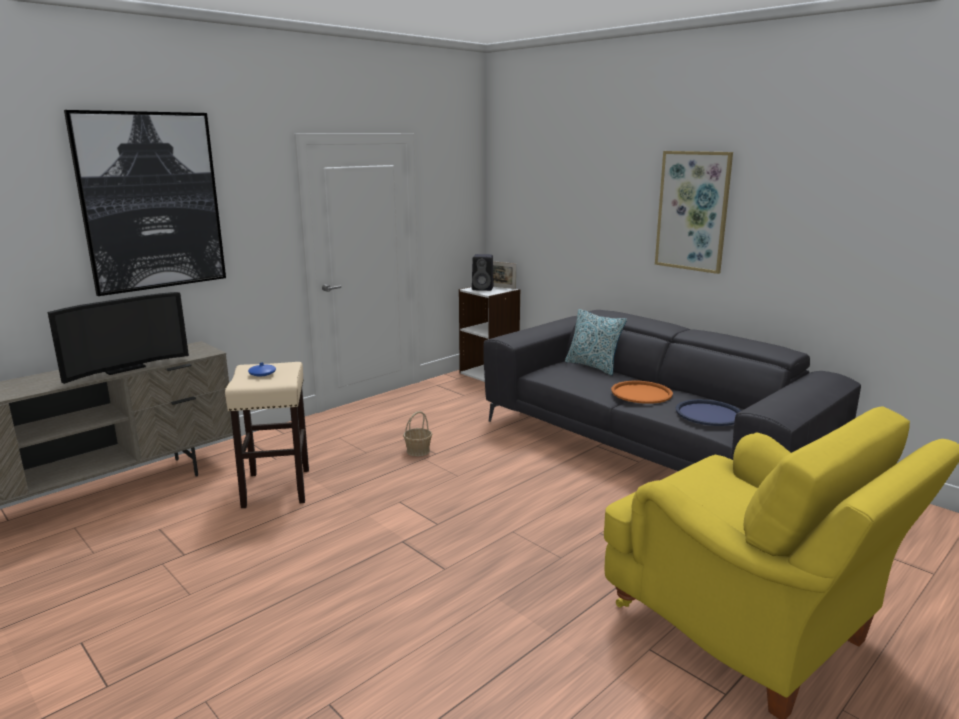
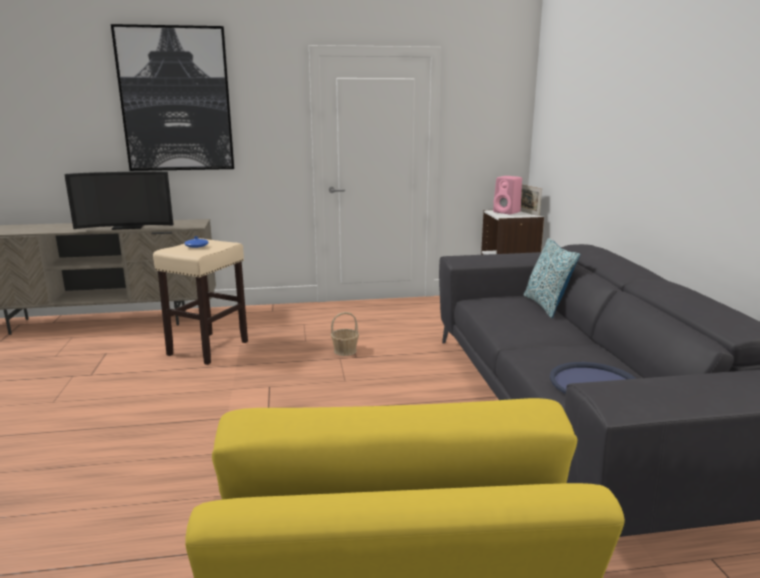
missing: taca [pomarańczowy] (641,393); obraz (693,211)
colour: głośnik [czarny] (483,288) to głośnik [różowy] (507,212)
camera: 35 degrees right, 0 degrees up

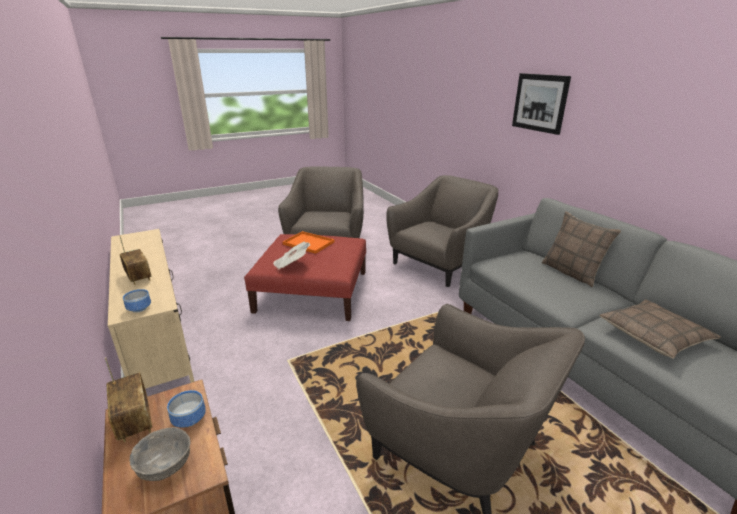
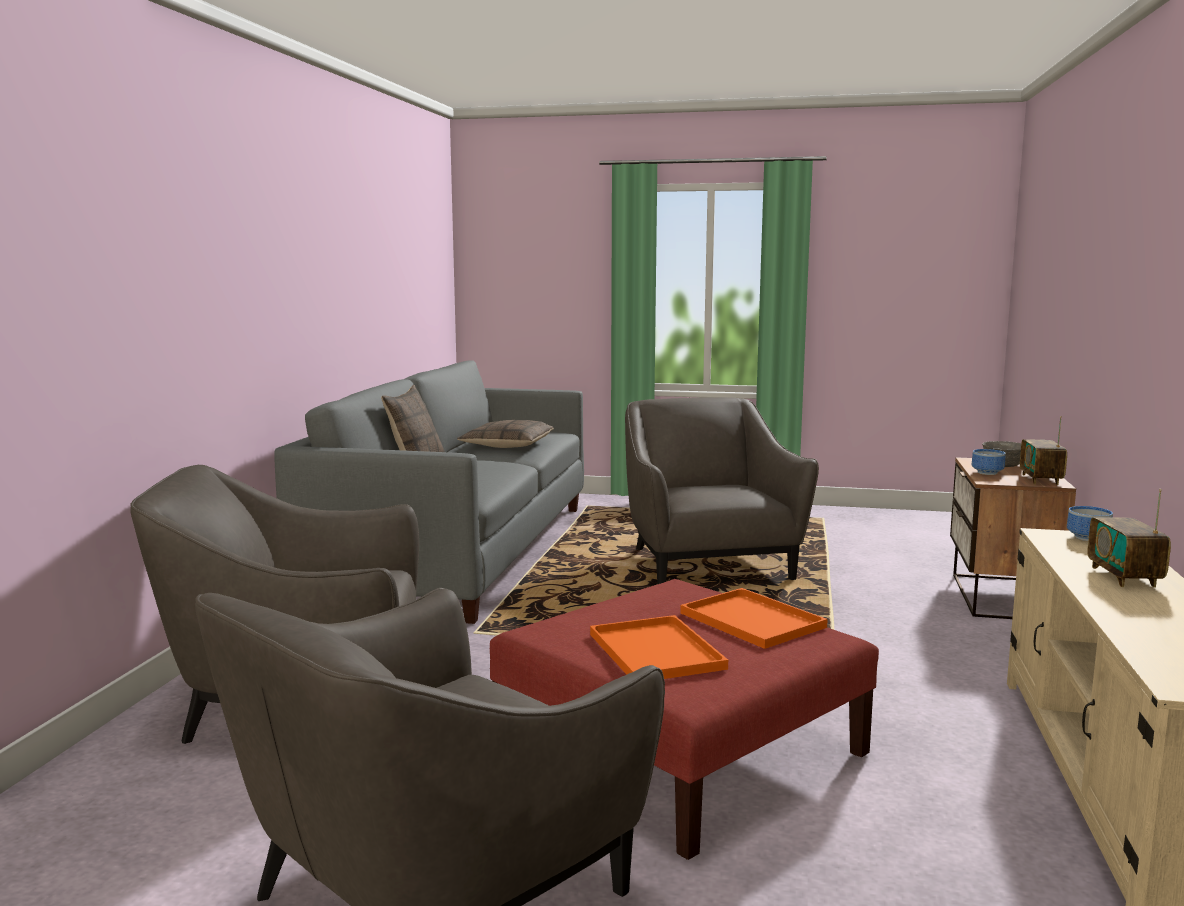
missing: obraz (539,103)
exchanged: gazeta (291,264) to taca [pomarańczowy] (755,620)
camera: 140 degrees left, 15 degrees down

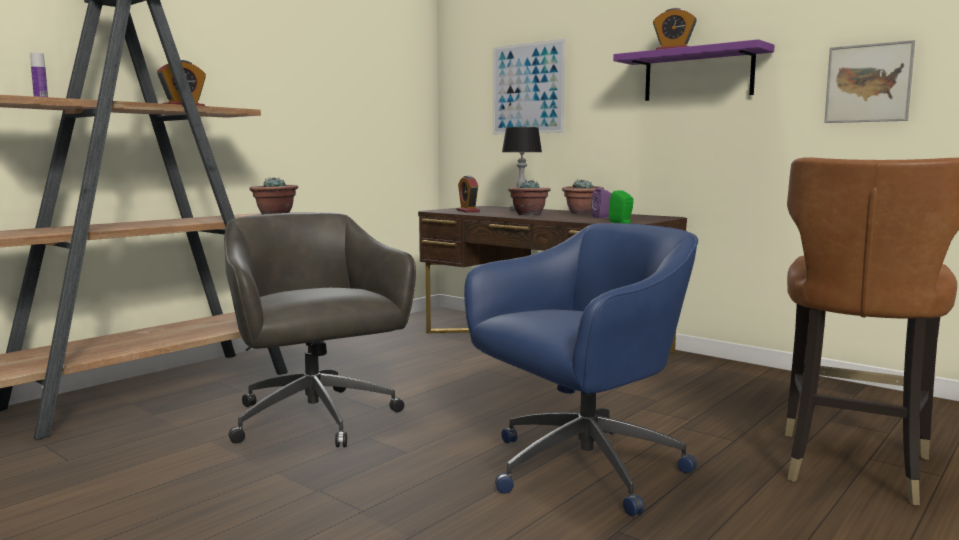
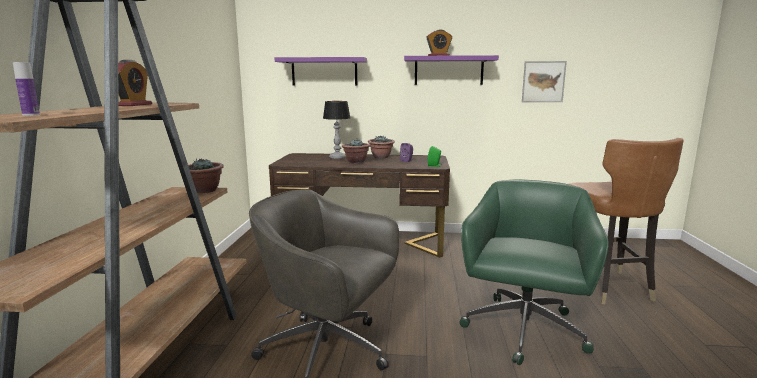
missing: budzik (468,211)
exchanged: obraz (528,88) to półka [fioletowy] (324,71)
colour: krzesło biurowe [niebieski] (580,469) to krzesło biurowe [zielony] (523,331)
camera: 35 degrees left, 5 degrees up

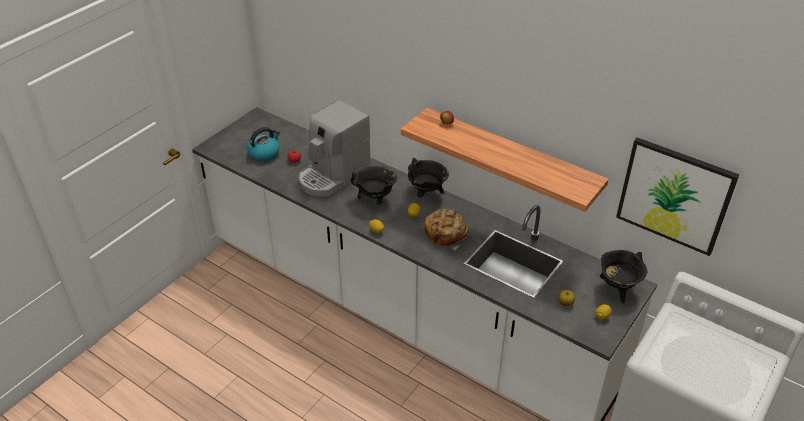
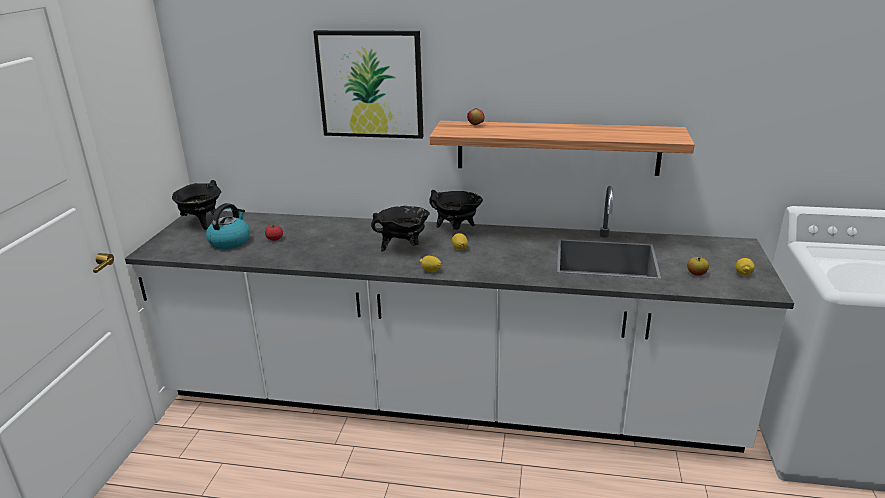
missing: ekspres do kawy (333,175); chleb (446,233)
relocated: garnek [czarny] (617,289) to (202,223); obraz (674,195) to (370,84)
camera: 25 degrees left, 15 degrees down

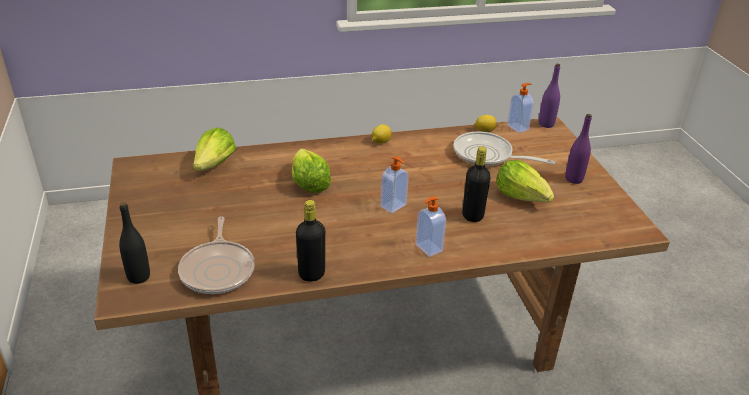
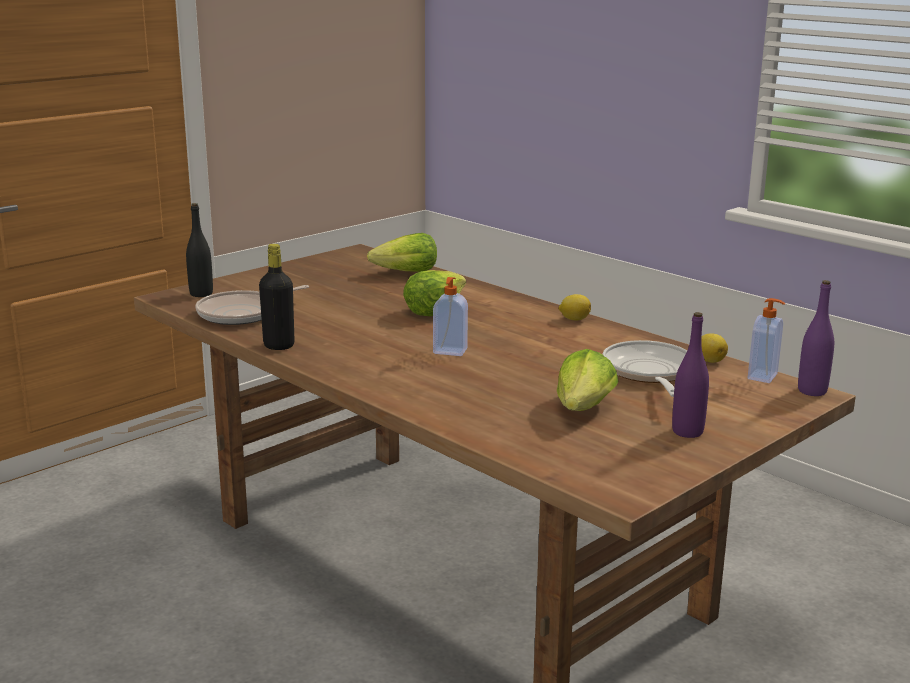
missing: dozownik mydła (428,248); butelka [czarny] (472,216)
camera: 60 degrees right, 15 degrees down

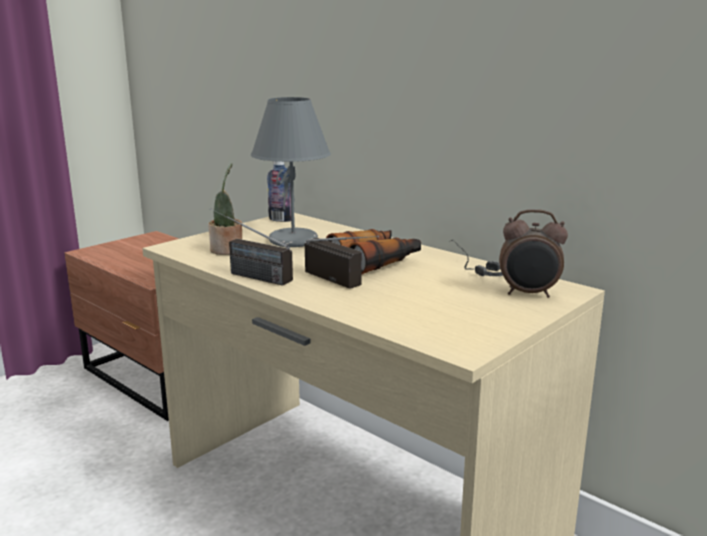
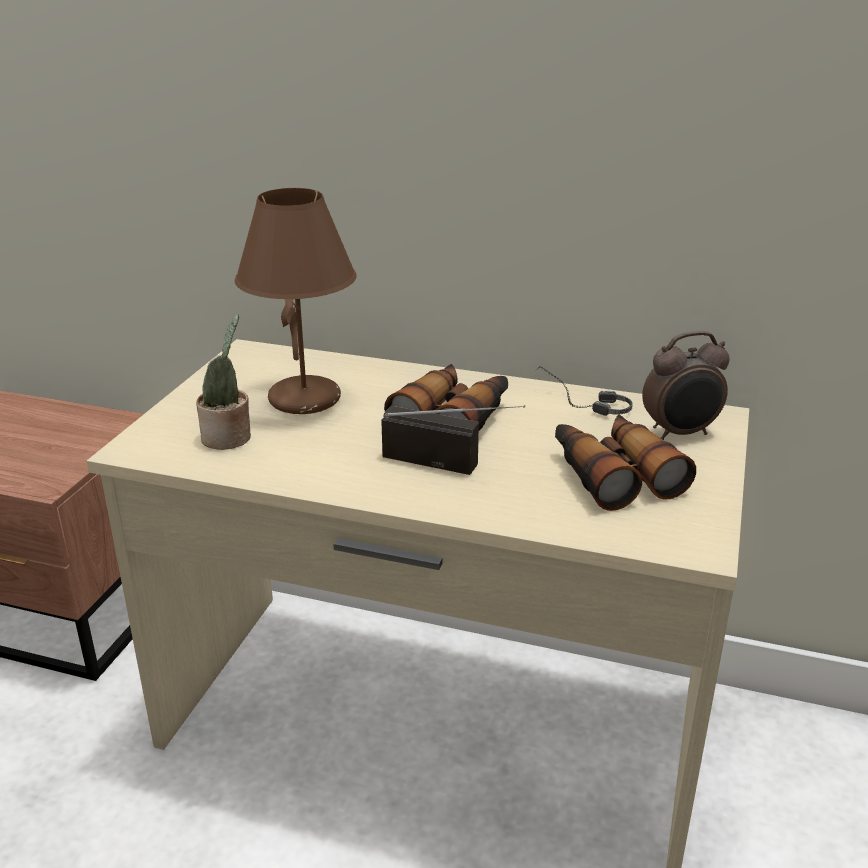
missing: radio (246,274); butelka (281,219)
appeared: lornetka (613,474)
colour: lampa stołowa [szary] (293,241) to lampa stołowa [brązowy] (306,399)
camera: 25 degrees left, 10 degrees up

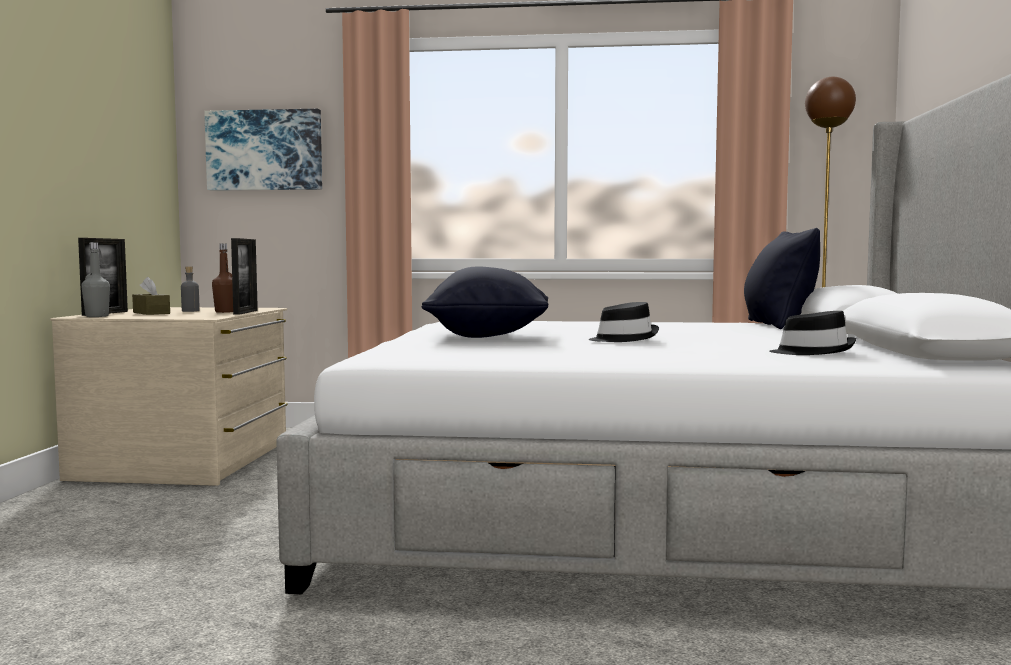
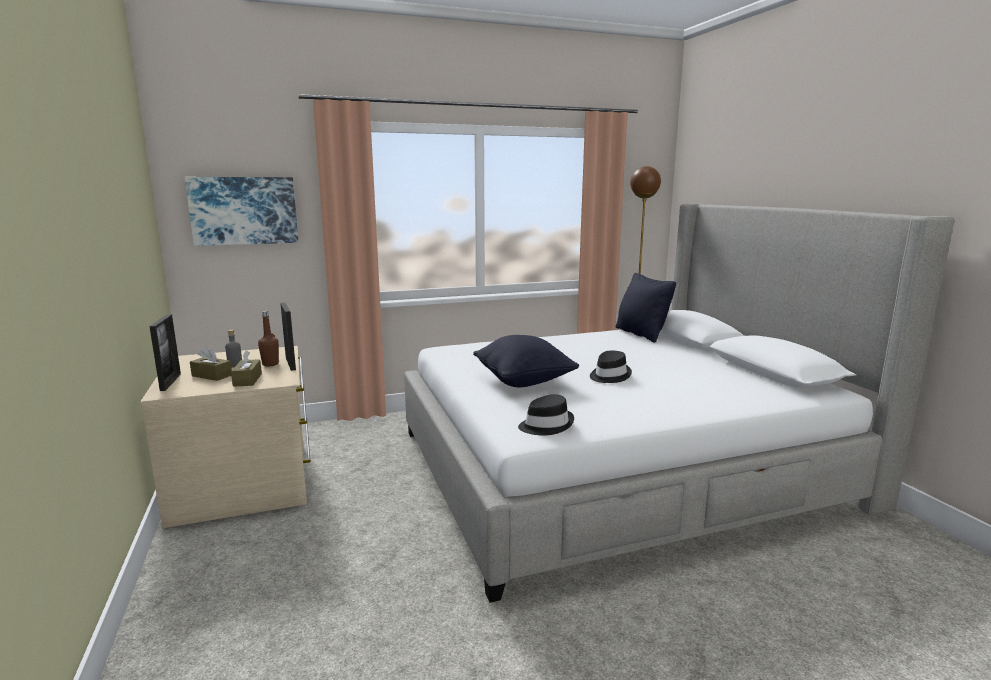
missing: butelka [szary] (97,316)
appeared: pudełko chusteczek [brązowy] (247,380)
relocated: kapelusz [czarny] (812,352) to (546,425)
camera: 25 degrees left, 10 degrees up

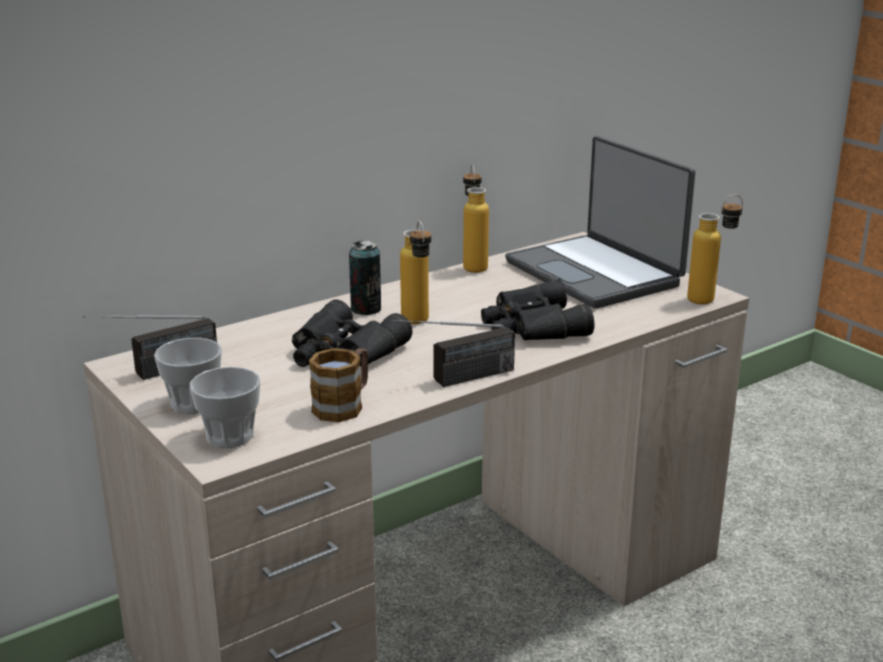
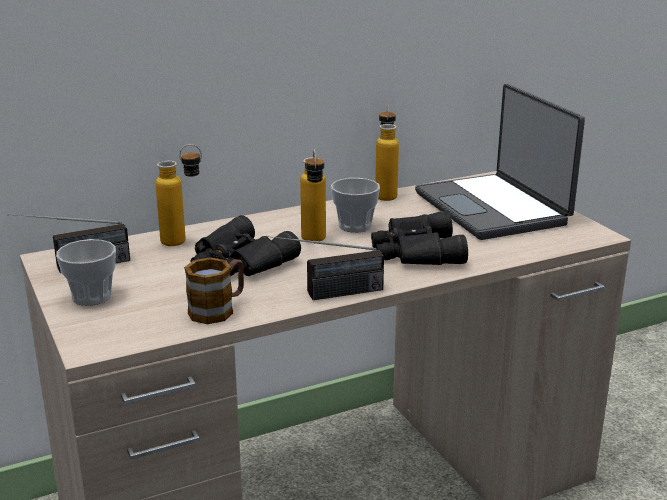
missing: puszka (366,309)
relocated: butelka (710,298) to (183,241); filiżanka (229,436) to (355,226)
camera: 10 degrees right, 0 degrees up

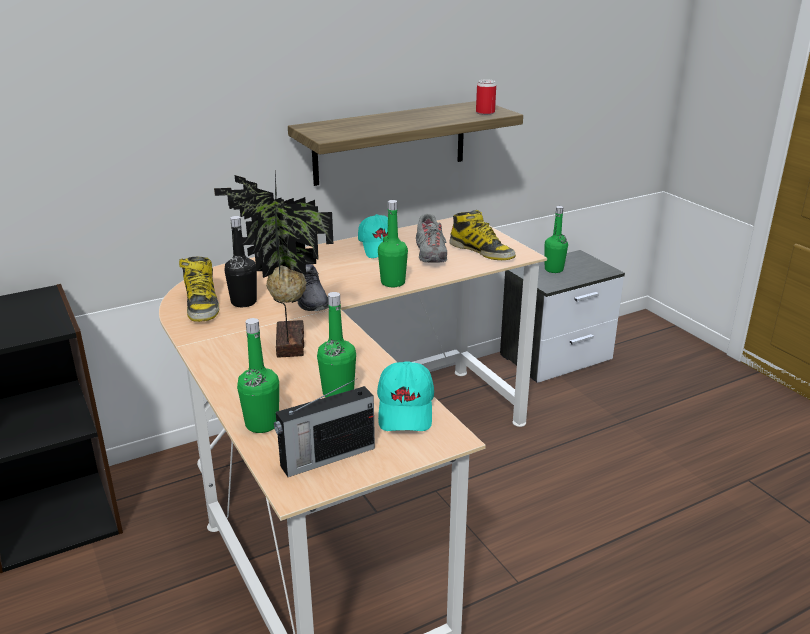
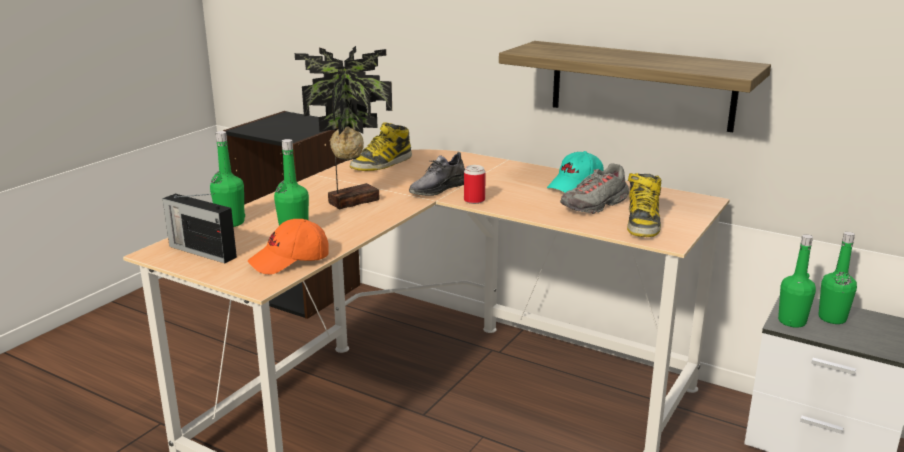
missing: butelka [czarny] (244,302)
relocated: puszka (485,113) to (474,200); butelka [zielony] (393,282) to (792,321)
colour: czapka z daszkiem [turkusowy] (406,410) to czapka z daszkiem [pomarańczowy] (290,261)
camera: 60 degrees right, 5 degrees down

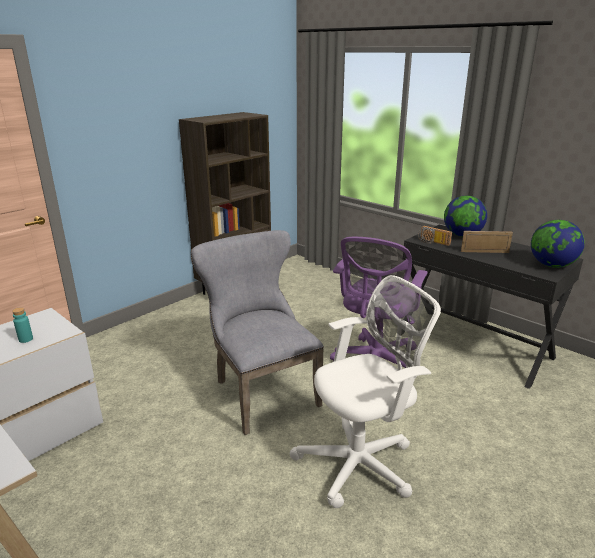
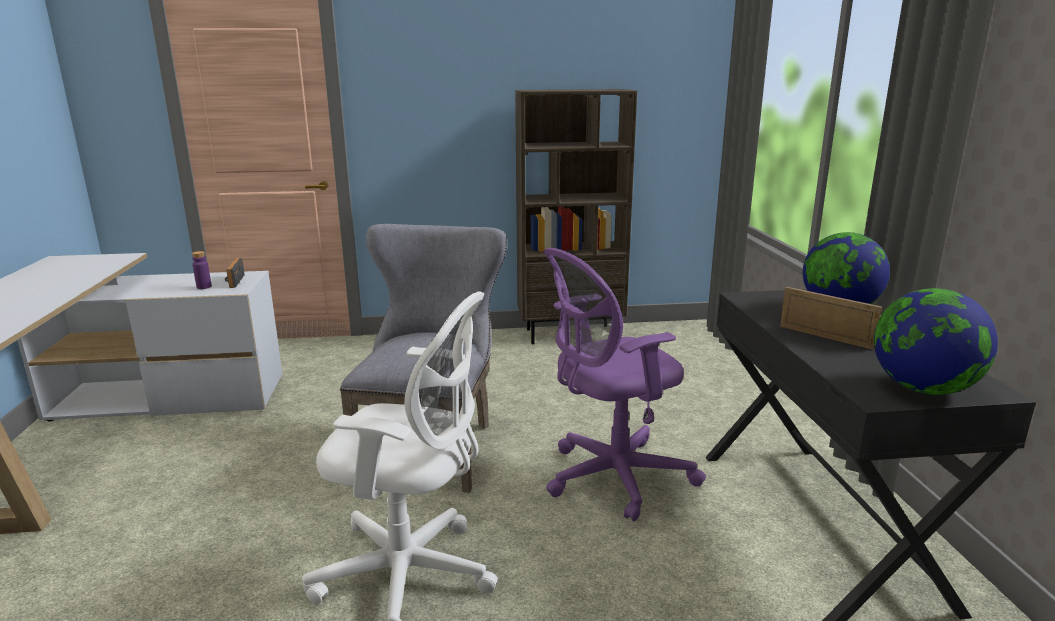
relocated: radio (432,242) to (232,281)
colour: butelka [turkusowy] (26,339) to butelka [fioletowy] (204,287)
camera: 40 degrees right, 5 degrees down

